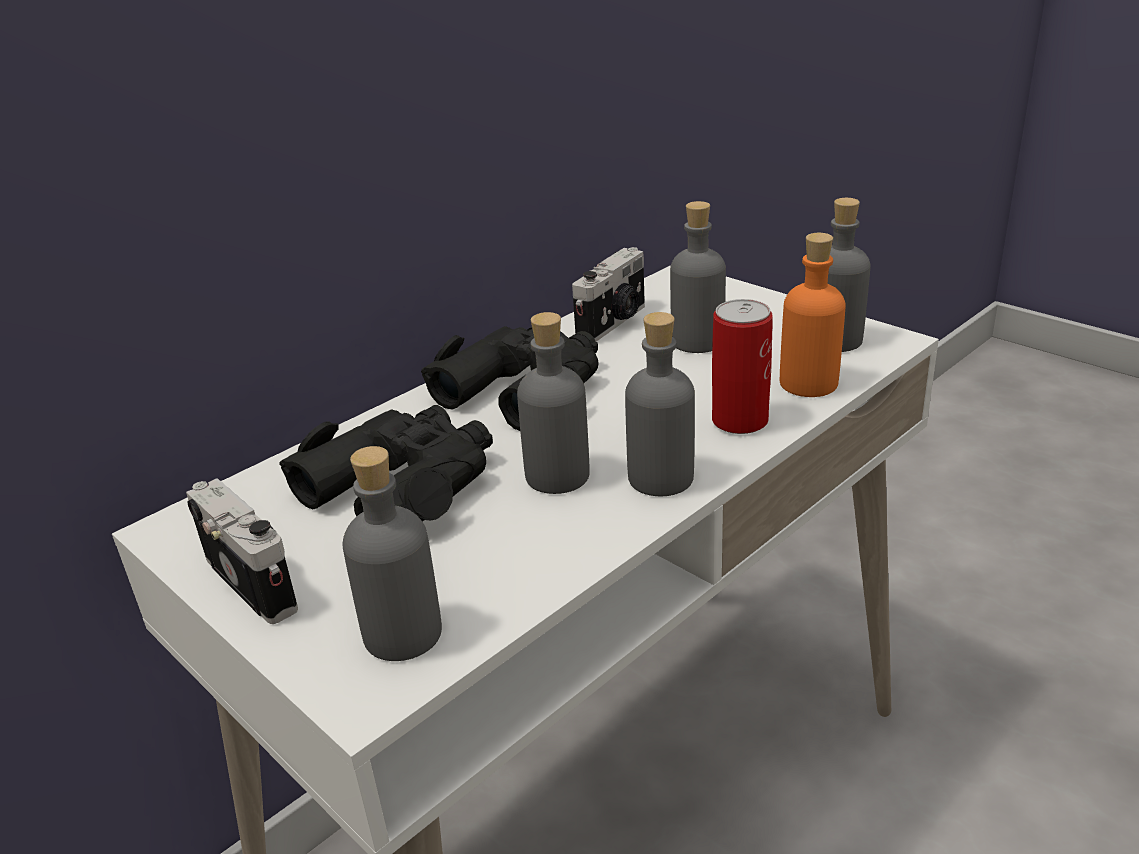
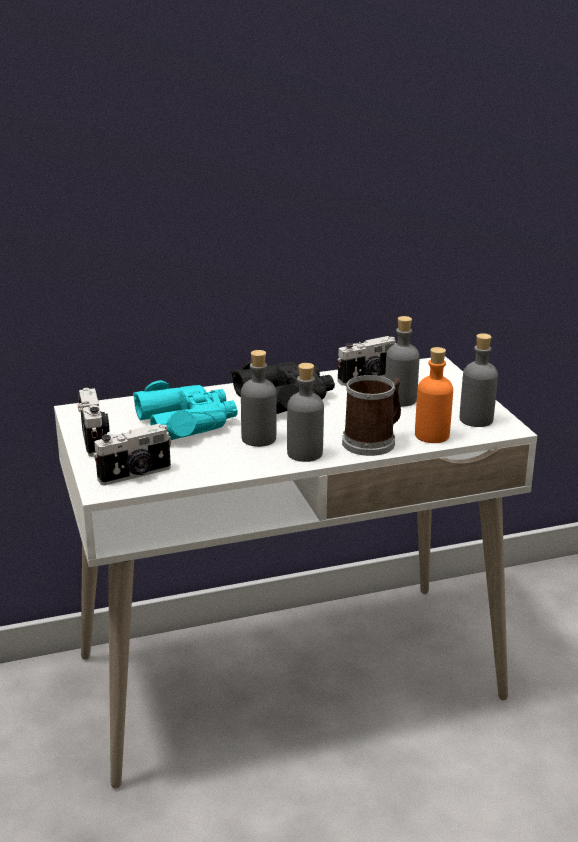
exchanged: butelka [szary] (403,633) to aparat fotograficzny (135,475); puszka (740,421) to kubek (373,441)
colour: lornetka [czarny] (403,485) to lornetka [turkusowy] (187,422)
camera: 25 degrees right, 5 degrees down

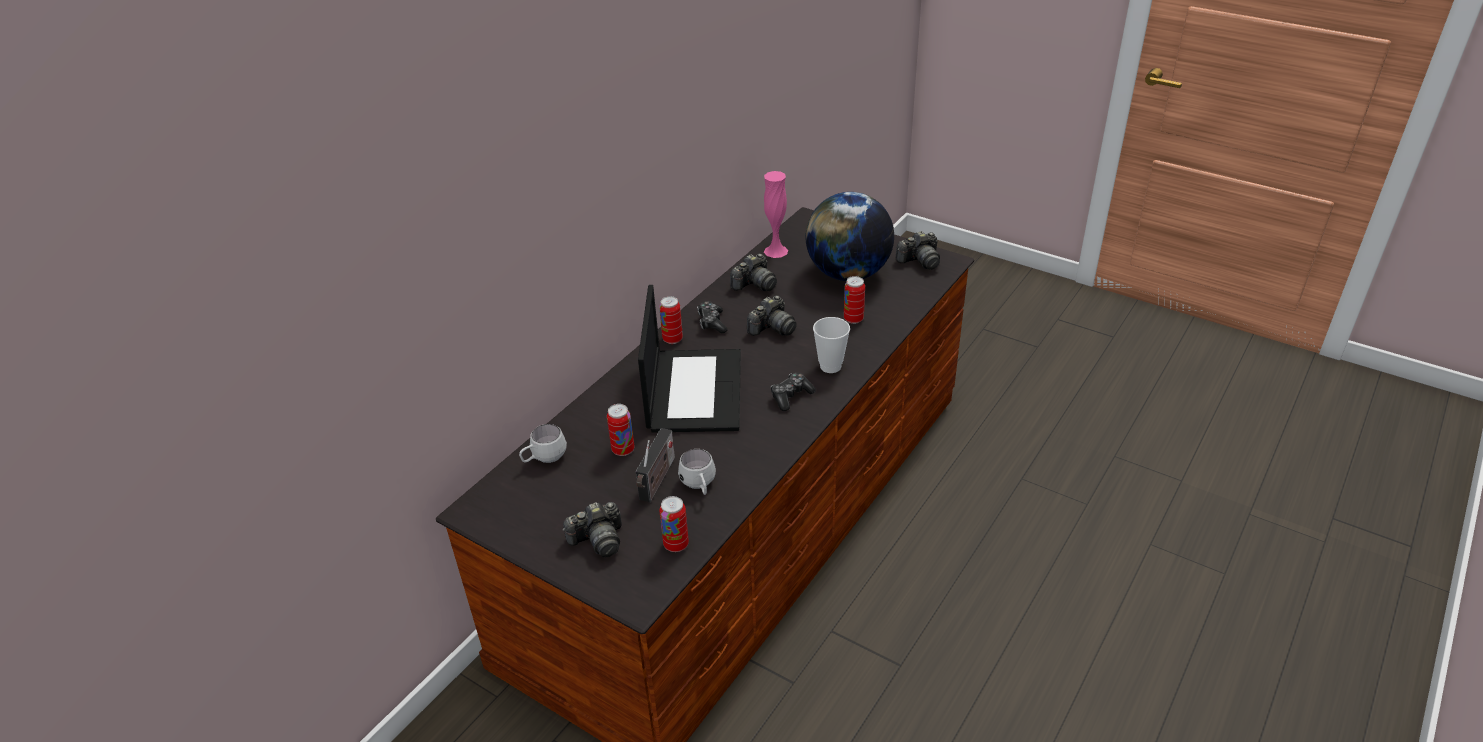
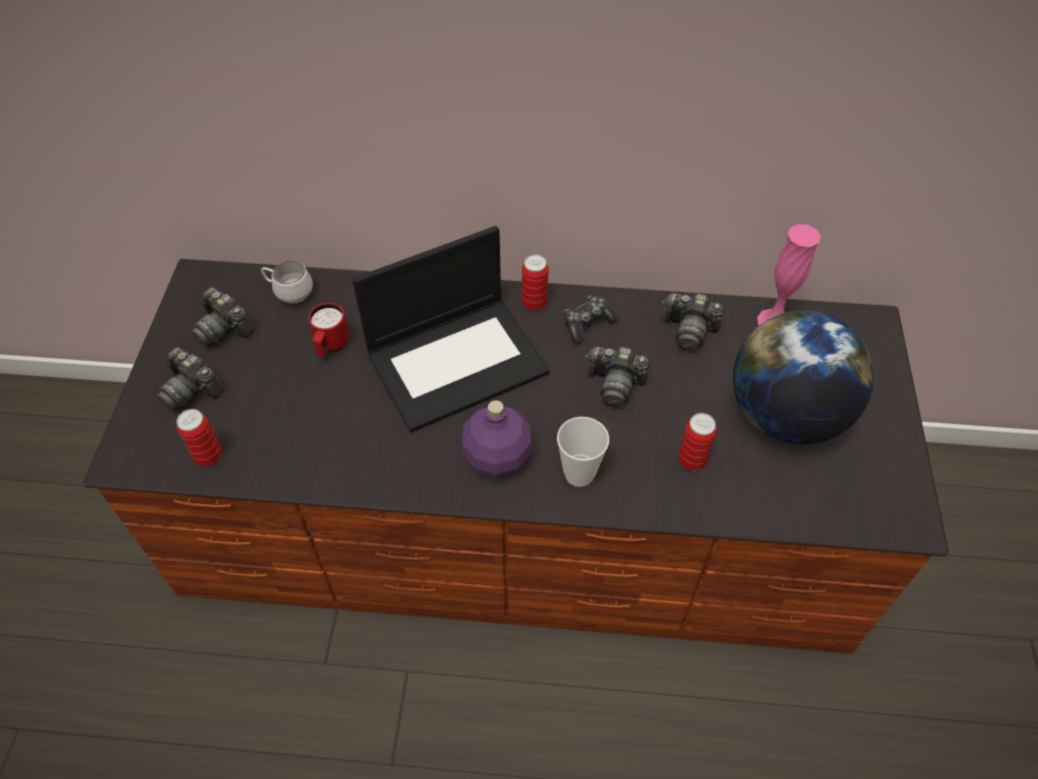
missing: radio (657,481); kubek [biały] (699,486)
relocated: aparat fotograficzny (920,261) to (224,328)
exchanged: puszka (623,450) to kubek [czerwony] (330,347); pad do gier (791,396) to butelka [fioletowy] (498,457)
camera: 60 degrees right, 15 degrees up

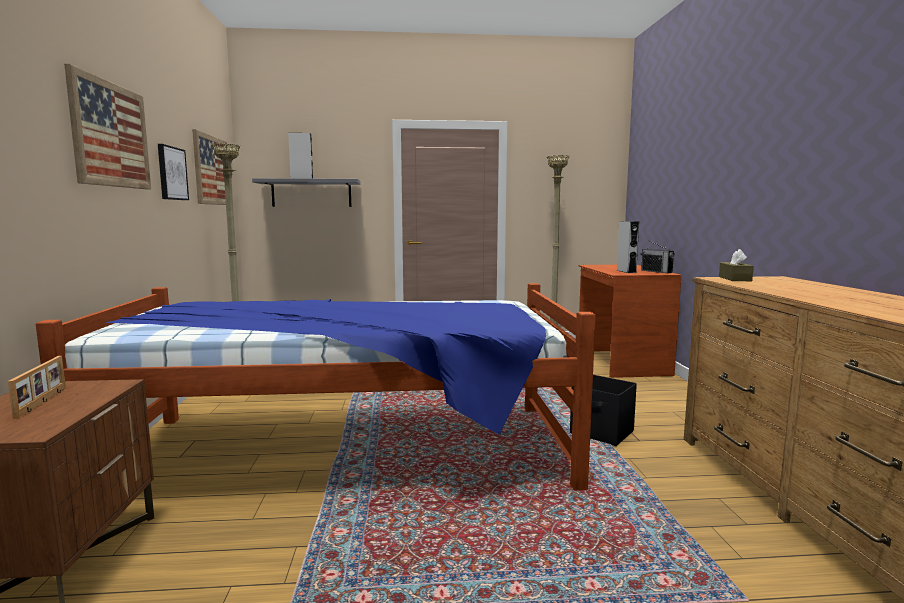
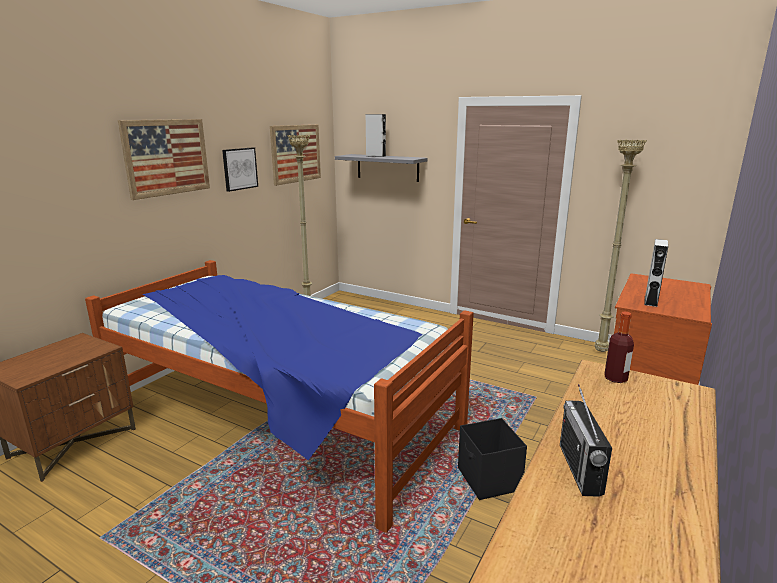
missing: ramka na zdjęcie (43,402)
relocated: radio (656,271) to (580,469)
exchanged: pudełko chusteczek [brązowy] (735,279) to butelka (615,378)
camera: 35 degrees right, 10 degrees up

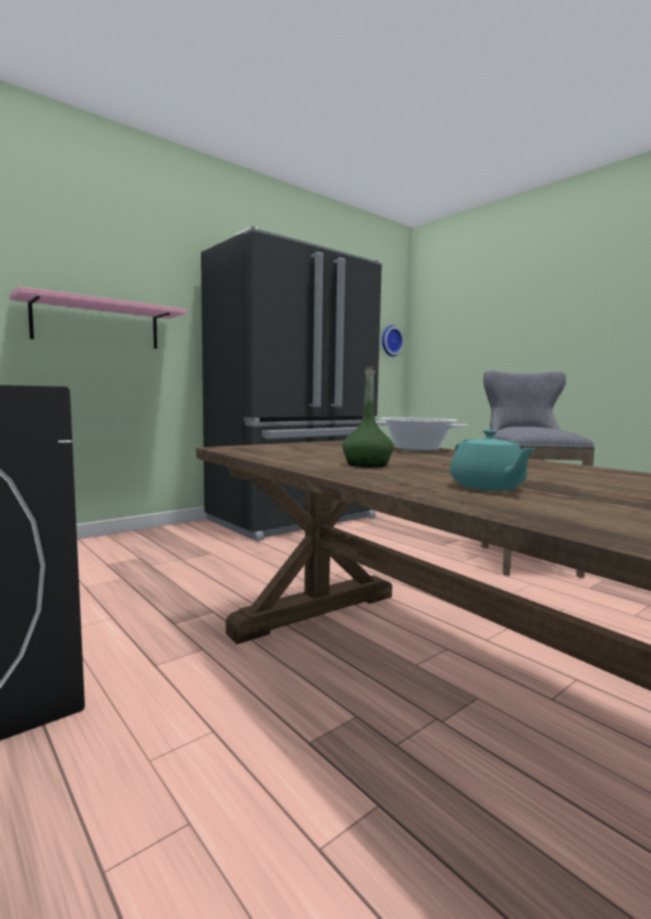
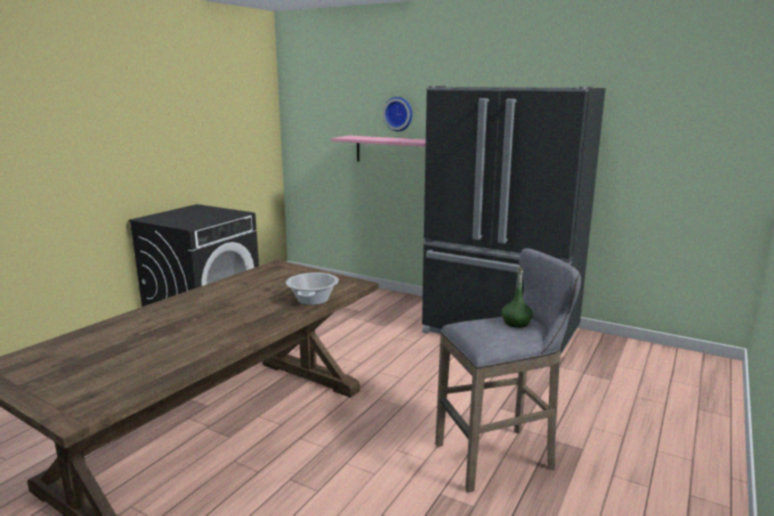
missing: imbryk [turkusowy] (487,487)
relocated: zegar ścienny (390,341) to (399,114); butelka [zielony] (367,465) to (516,323)
camera: 70 degrees right, 10 degrees up

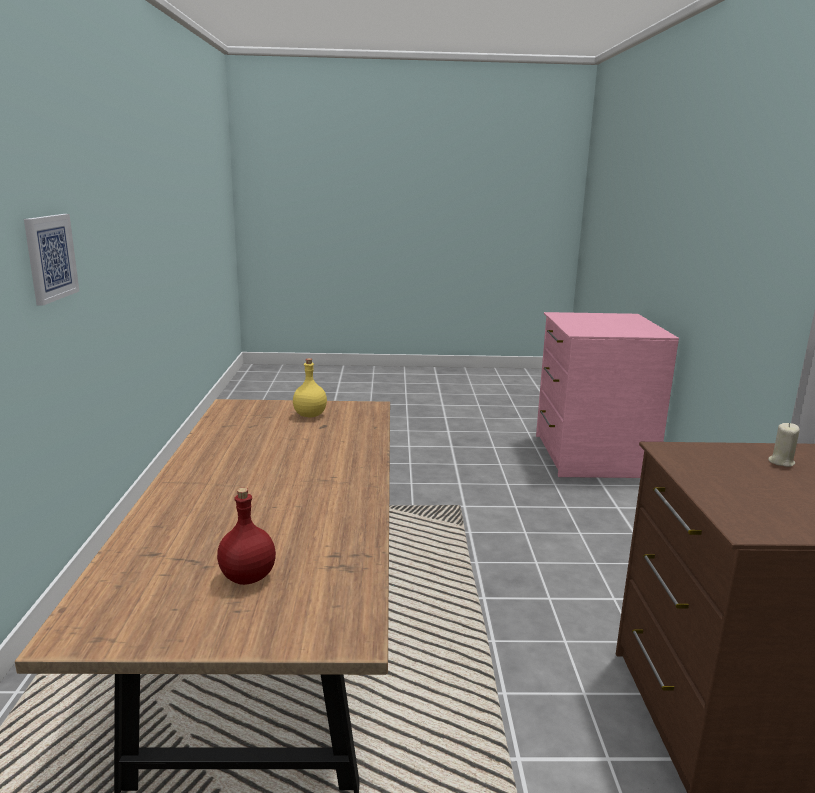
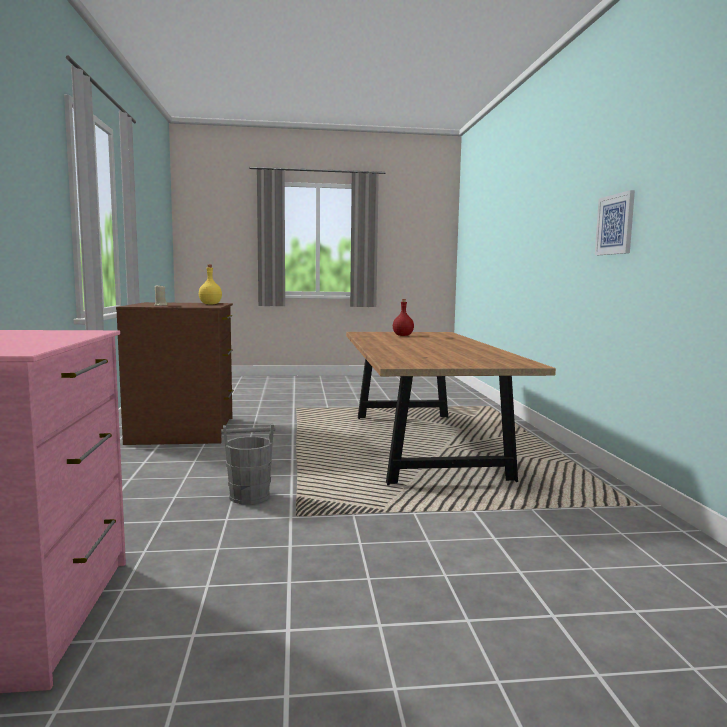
appeared: wiadro [szary] (249,496)
relocated: butelka [żółty] (310,415) to (210,304)
camera: 175 degrees right, 10 degrees down

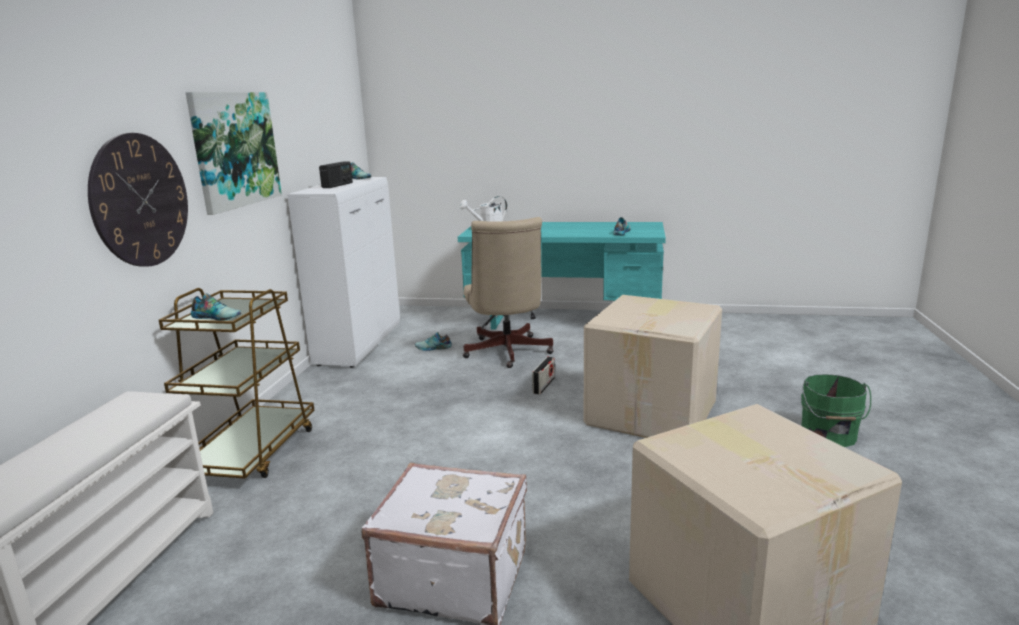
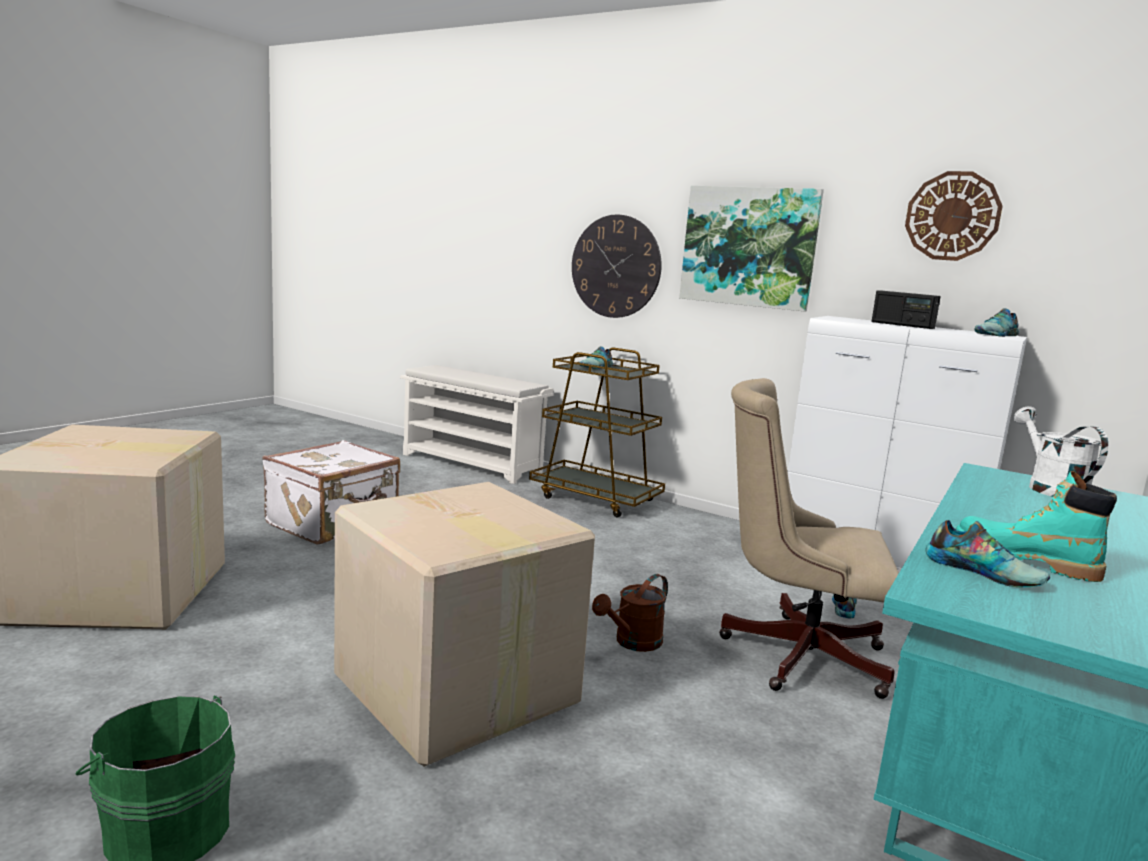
appeared: zegar ścienny (952,216); but z cholewką [turkusowy] (1024,560)
exchanged: radio (543,386) to konewka [brązowy] (632,643)
camera: 110 degrees right, 5 degrees down

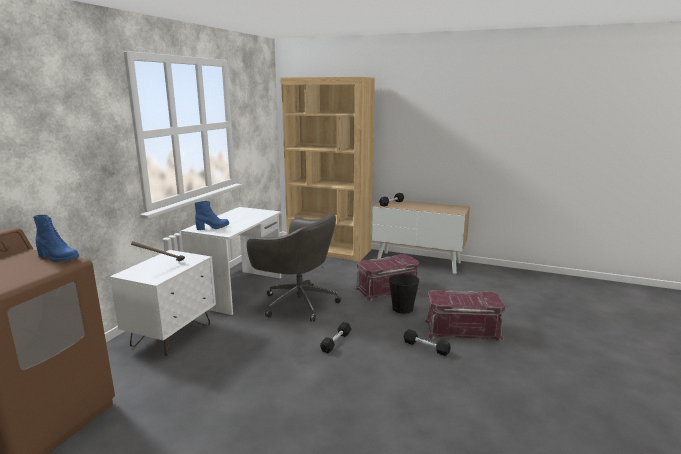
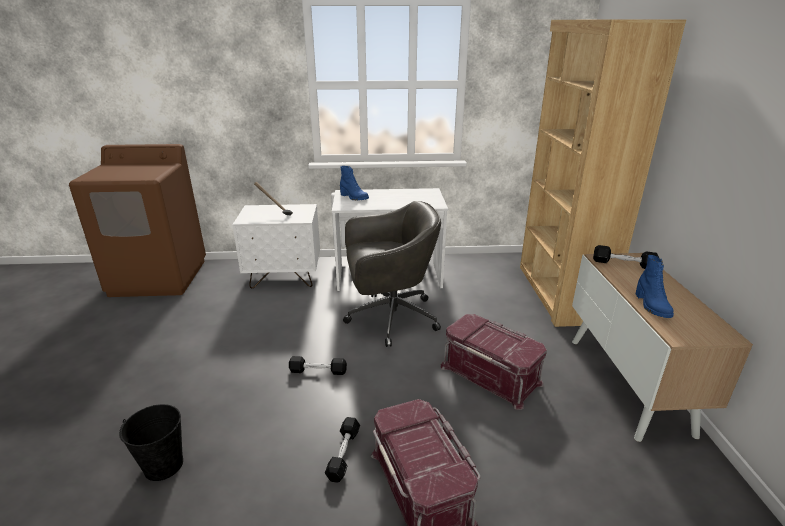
relocated: wiadro [czarny] (402,308) to (163,465); but z cholewką [niebieski] (58,258) to (651,306)
spun: krzesło biurowe [szary] (297,303) = (390,318) 105 degrees counterclockwise
camera: 65 degrees right, 10 degrees up

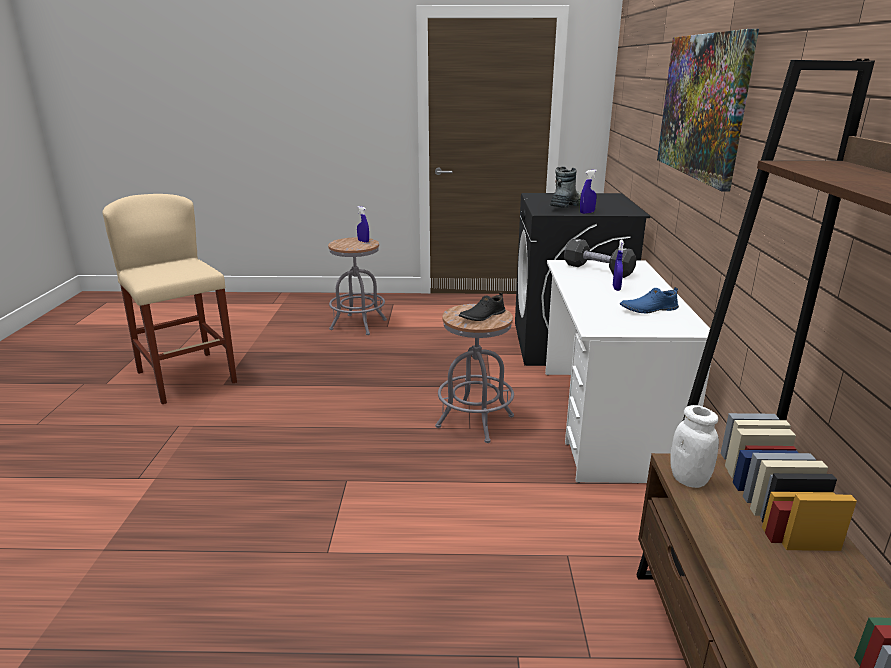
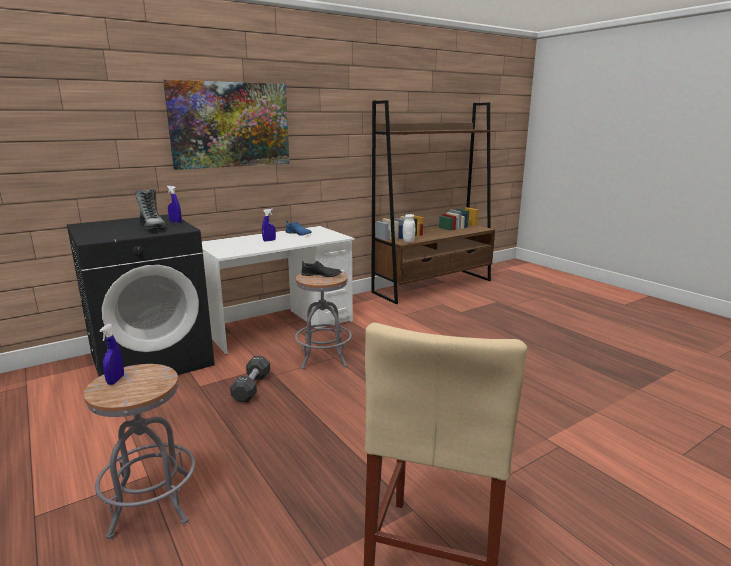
relocated: hantel [czarny] (597,270) to (251,387)
spun: but z cholewką (566,206) = (153,227) 120 degrees counterclockwise
camera: 125 degrees left, 5 degrees down

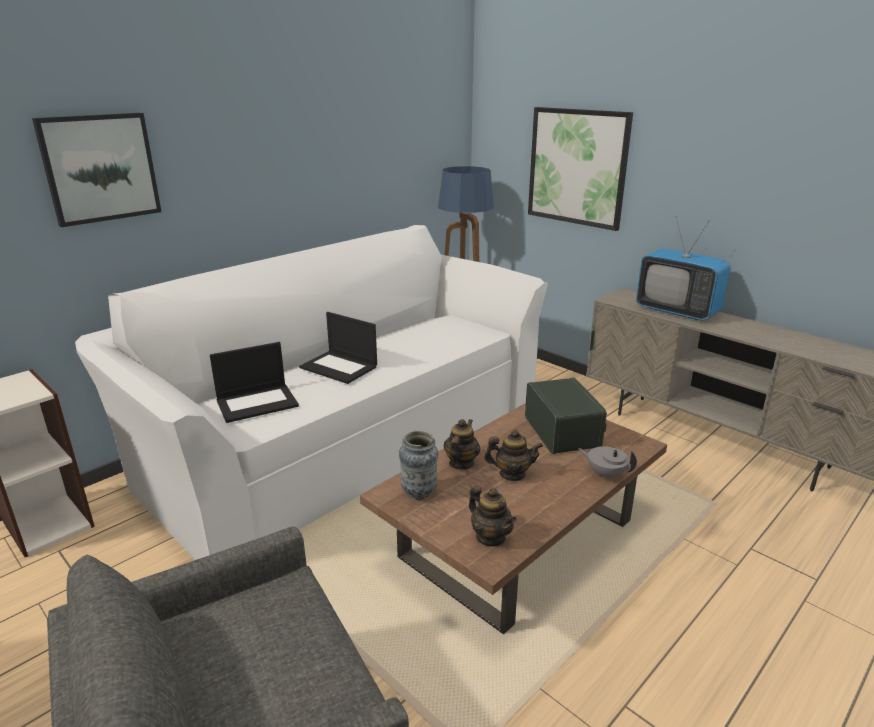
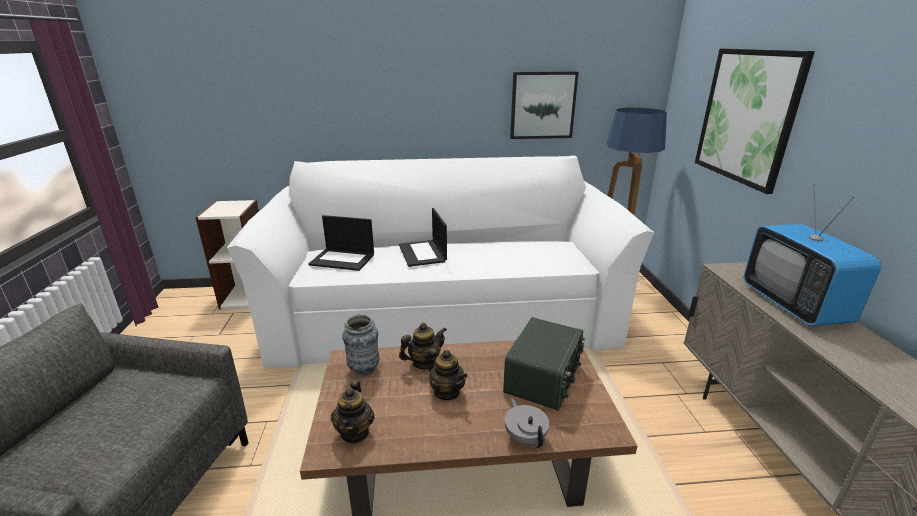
relocated: obraz (100,168) to (542,105)
camera: 40 degrees right, 0 degrees up

